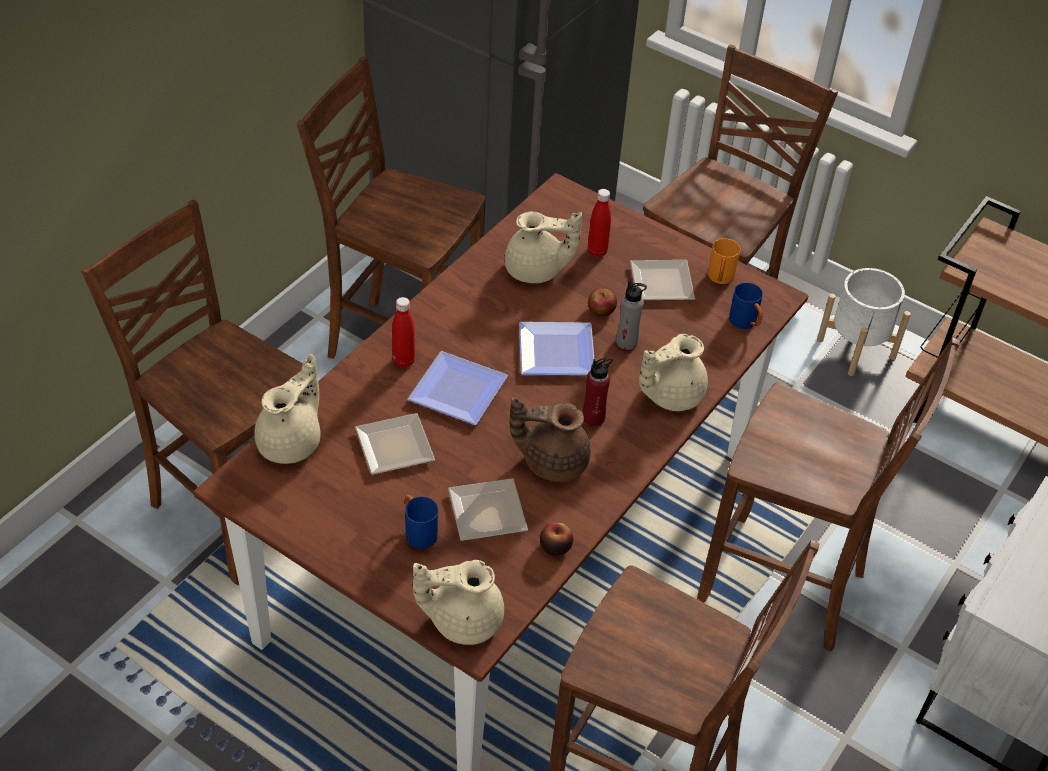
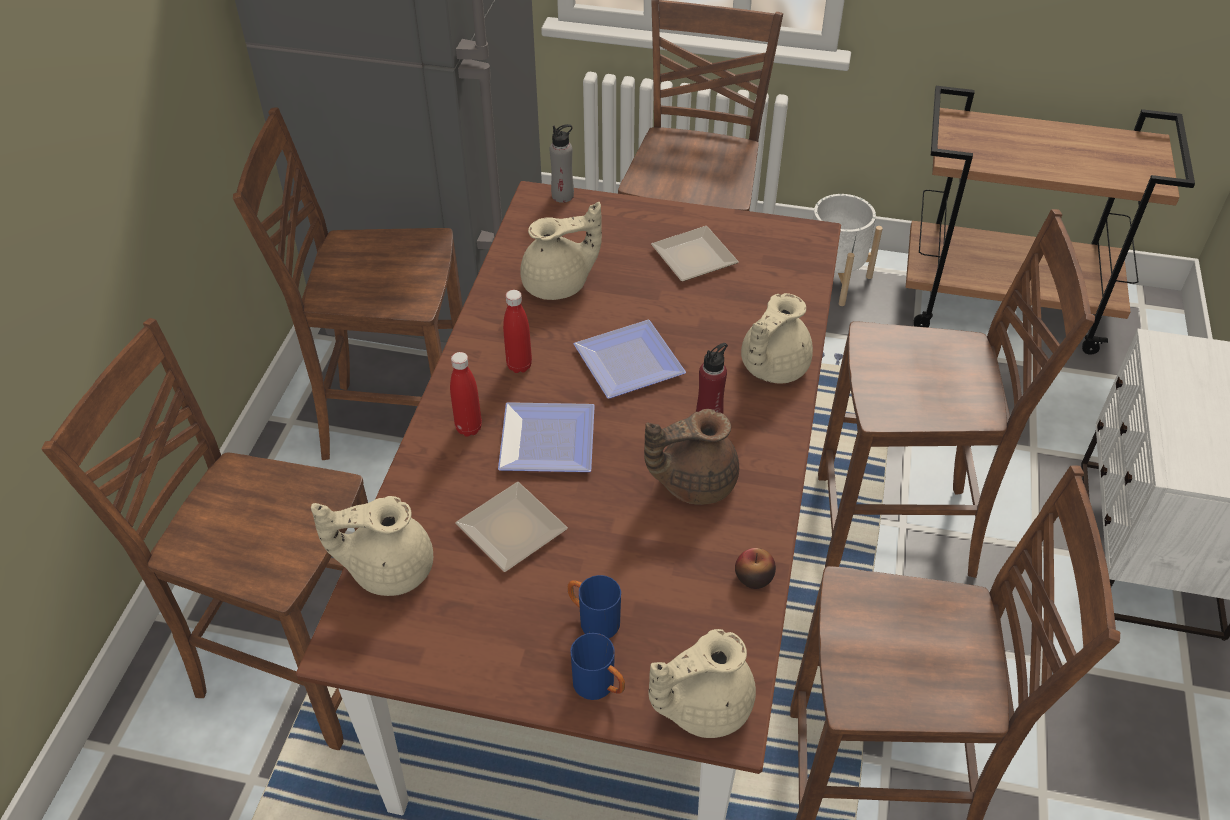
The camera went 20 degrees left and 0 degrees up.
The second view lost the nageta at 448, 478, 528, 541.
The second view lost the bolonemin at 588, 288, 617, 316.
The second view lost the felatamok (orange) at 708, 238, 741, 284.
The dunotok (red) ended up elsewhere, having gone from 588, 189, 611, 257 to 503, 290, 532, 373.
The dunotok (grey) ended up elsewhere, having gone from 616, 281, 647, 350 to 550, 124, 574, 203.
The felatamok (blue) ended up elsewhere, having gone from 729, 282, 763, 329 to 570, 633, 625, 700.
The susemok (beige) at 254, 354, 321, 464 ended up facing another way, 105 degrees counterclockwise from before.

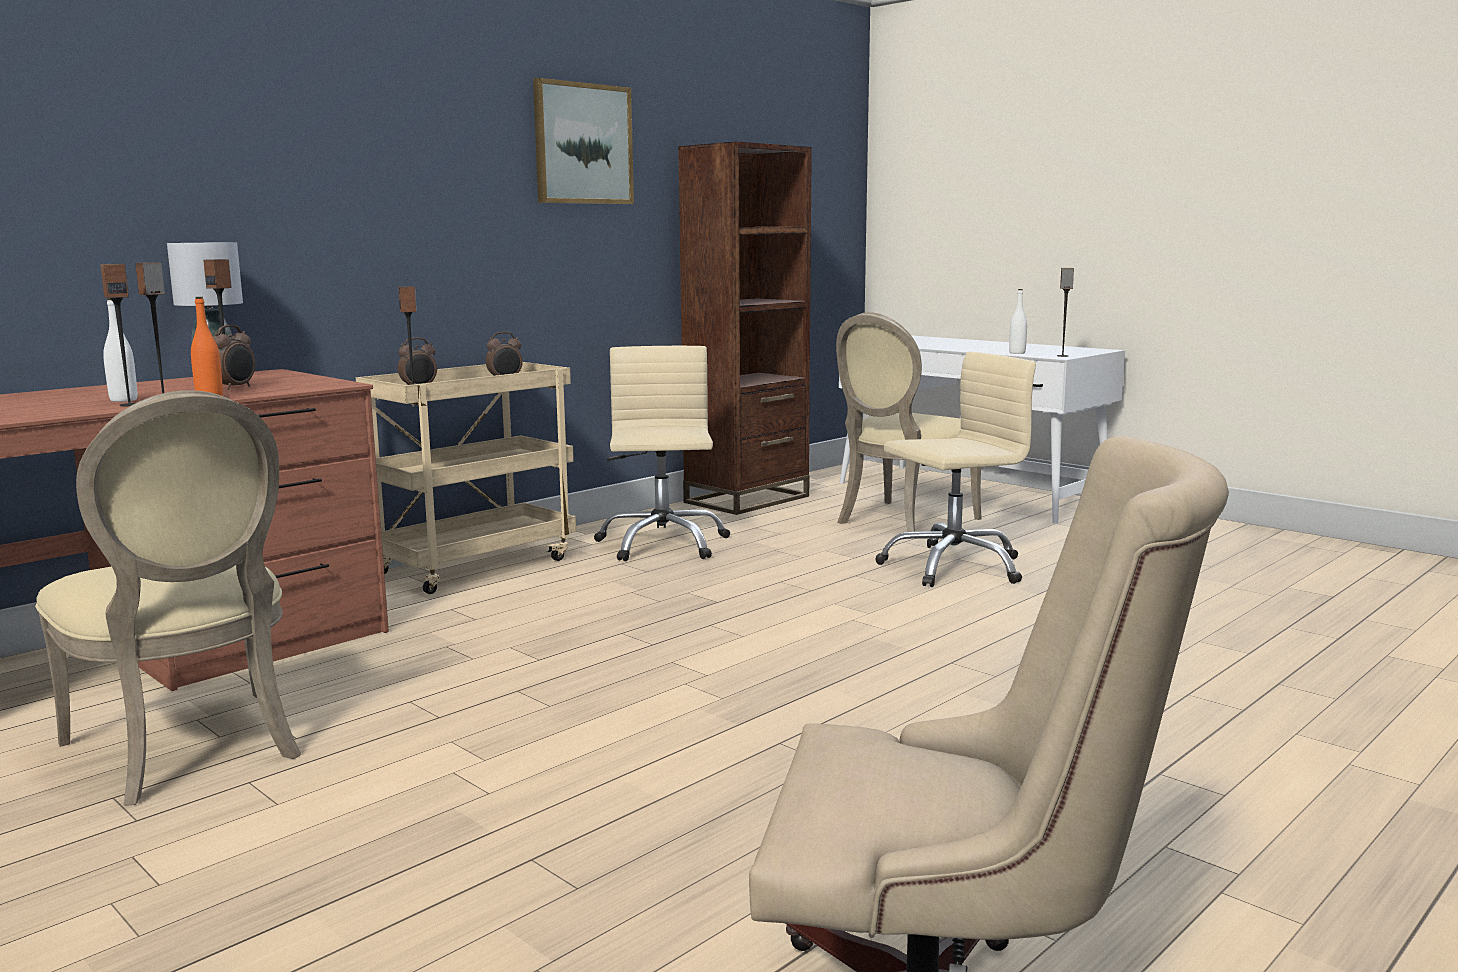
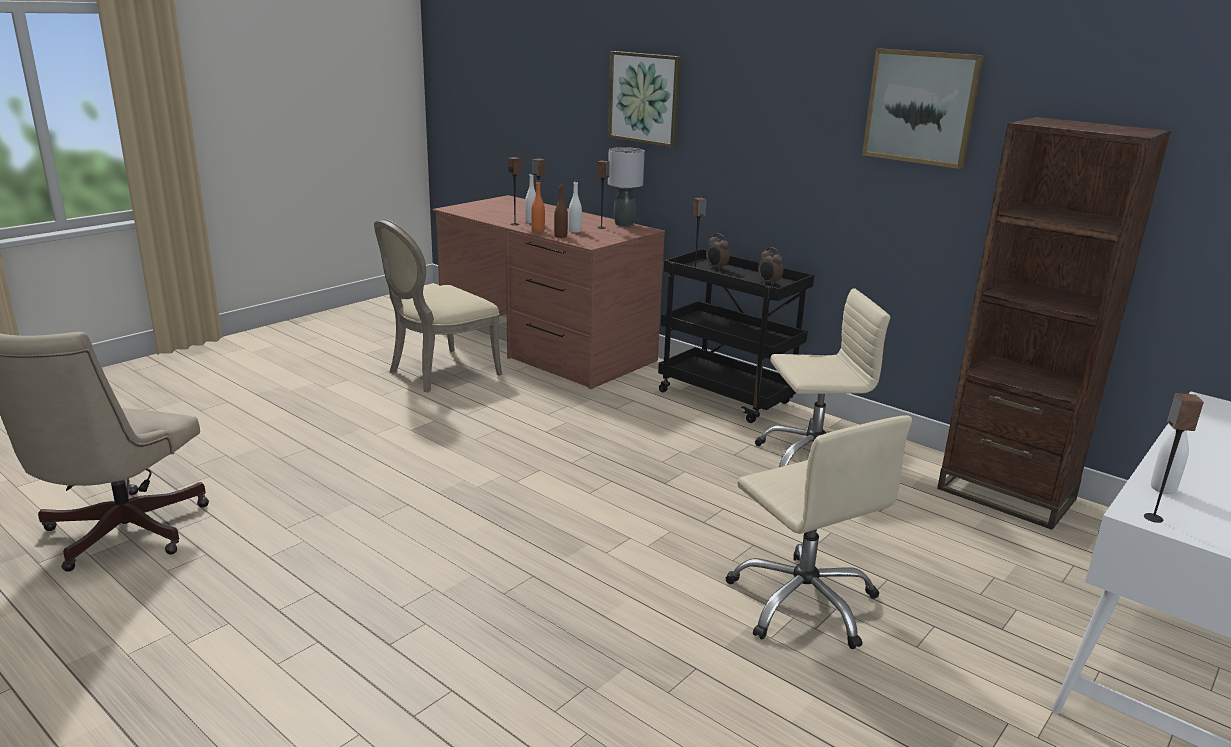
The camera went 85 degrees right and 10 degrees up.
The second view lost the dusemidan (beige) at 836, 312, 982, 532.
The second view gained the dunotok (brown) at 554, 185, 568, 238.
The second view gained the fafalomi at 608, 51, 681, 148.
Where the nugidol stood at 213, 325, 255, 390, the dunotok (white) came to stand at 569, 181, 582, 233.
What was the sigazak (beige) at 356, 362, 576, 594 turned into the sigazak (black) at 658, 249, 814, 423.

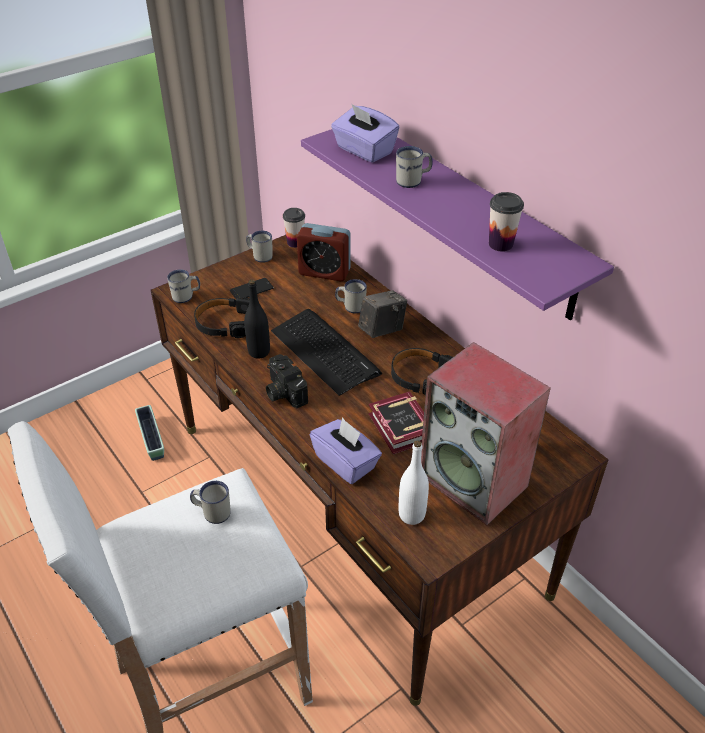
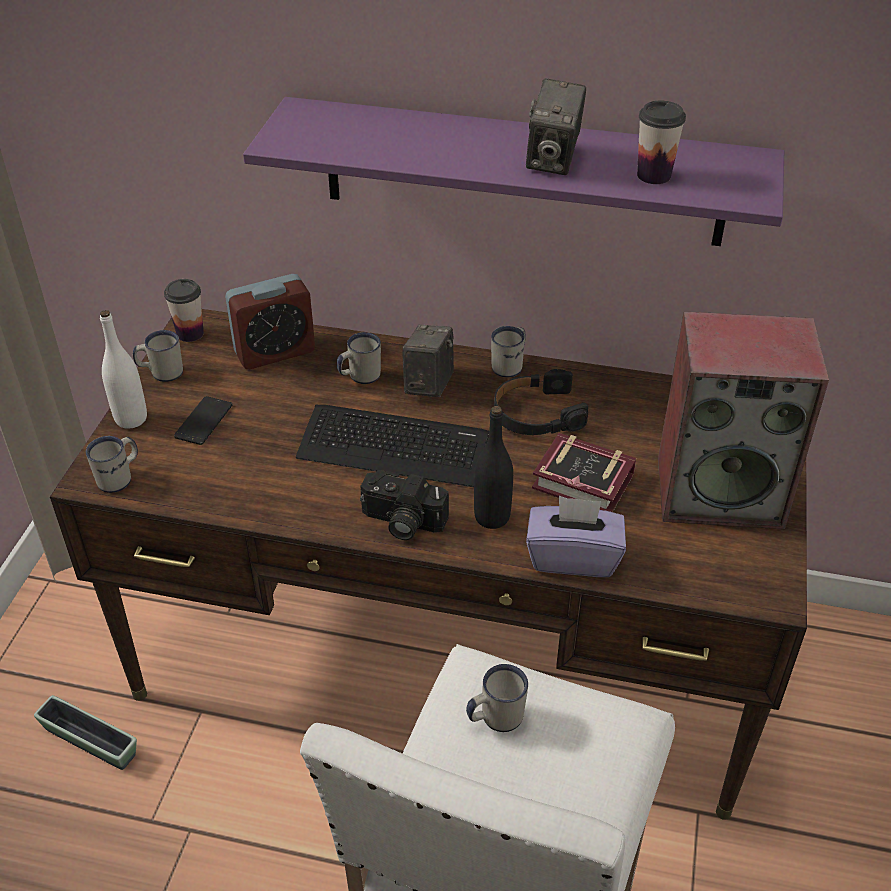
The camera went 40 degrees left and 0 degrees up.
The second view lost the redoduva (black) at 194, 297, 250, 338.
The second view lost the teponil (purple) at 331, 104, 400, 163.
The second view gained the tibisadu at 526, 78, 586, 175.
The dunotok (black) ended up elsewhere, having gone from 244, 279, 270, 359 to 474, 406, 513, 529.
The felatamok (white) ended up elsewhere, having gone from 396, 146, 433, 188 to 491, 326, 526, 377.
The dunotok (white) ended up elsewhere, having gone from 399, 440, 429, 525 to 100, 310, 147, 429.

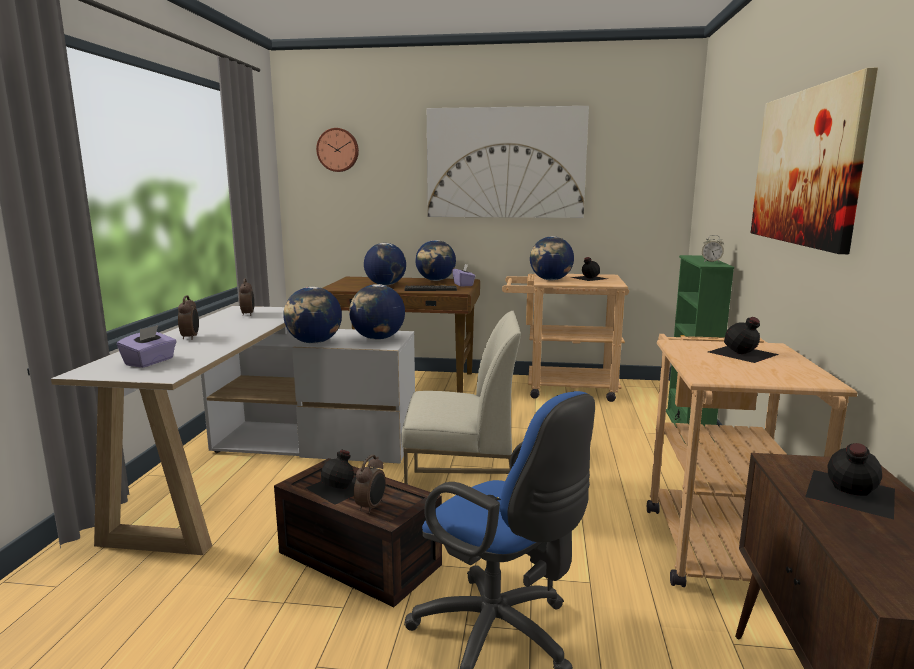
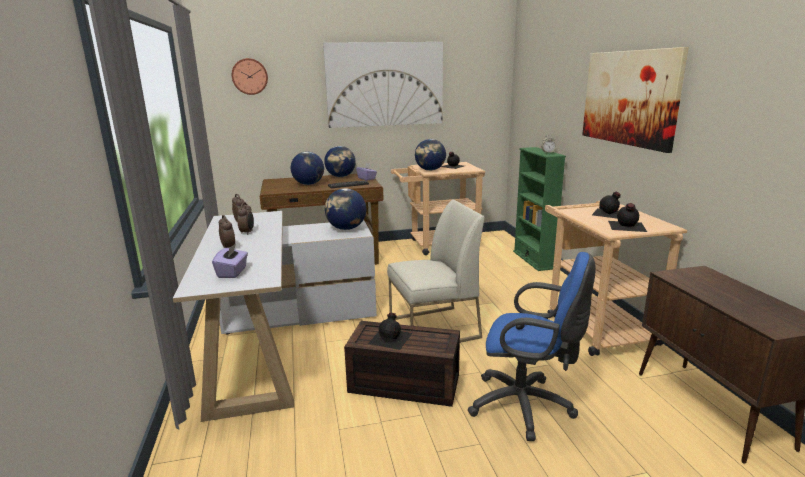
The camera went 20 degrees left and 5 degrees up.
The second view lost the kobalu at 283, 287, 342, 344.
The nugidol ended up elsewhere, having gone from 354, 455, 386, 514 to 237, 202, 254, 235.
The dunotok (black) ended up elsewhere, having gone from 805, 443, 895, 519 to 608, 203, 647, 232.

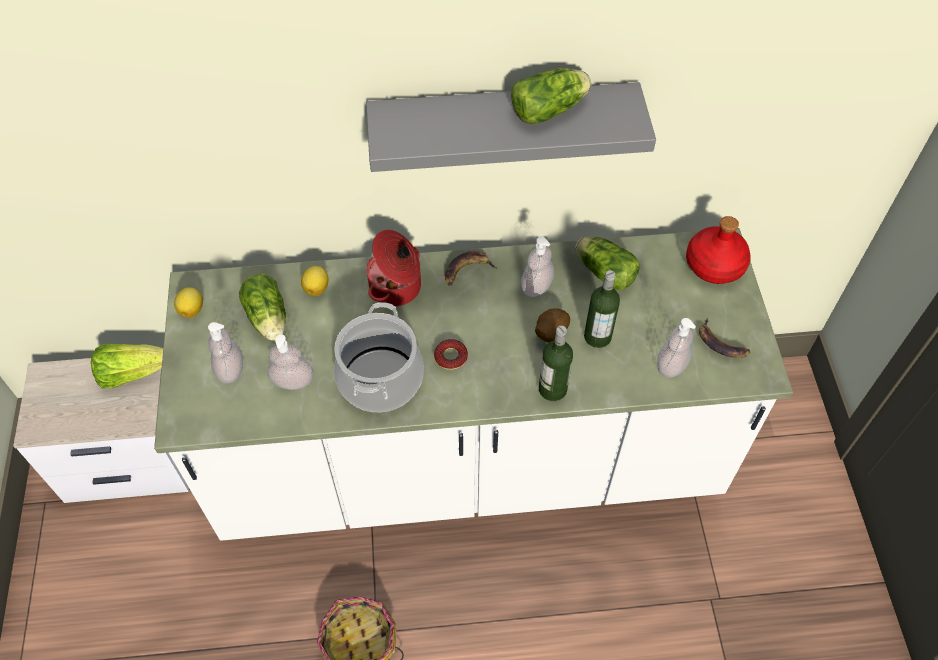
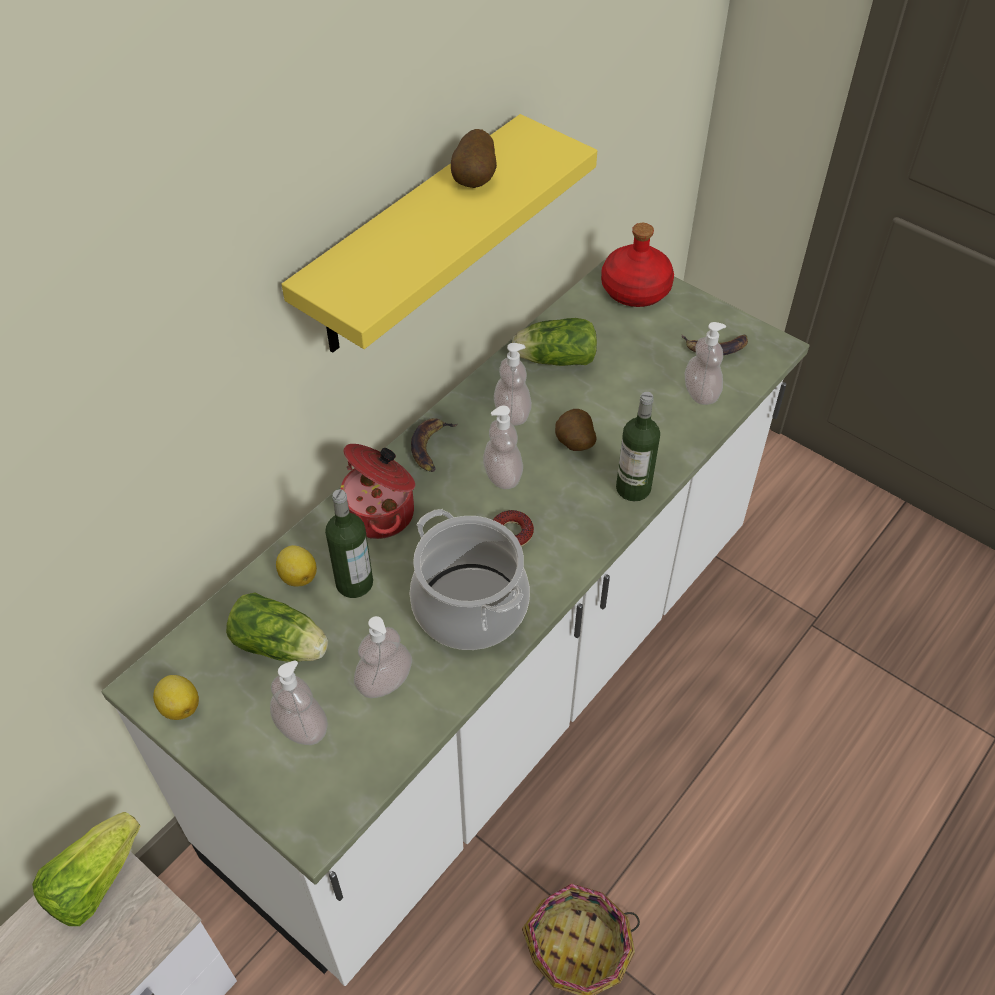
The camera went 45 degrees left and 5 degrees down.
The second view gained the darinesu at 483, 405, 523, 489.
The dunotok ended up elsewhere, having gone from 584, 270, 620, 348 to 325, 489, 373, 598.
Where the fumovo stood at 511, 68, 591, 124, the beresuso came to stand at 451, 129, 497, 188.
What was the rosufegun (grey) at 366, 82, 656, 172 turned into the rosufegun (yellow) at 281, 114, 597, 353.

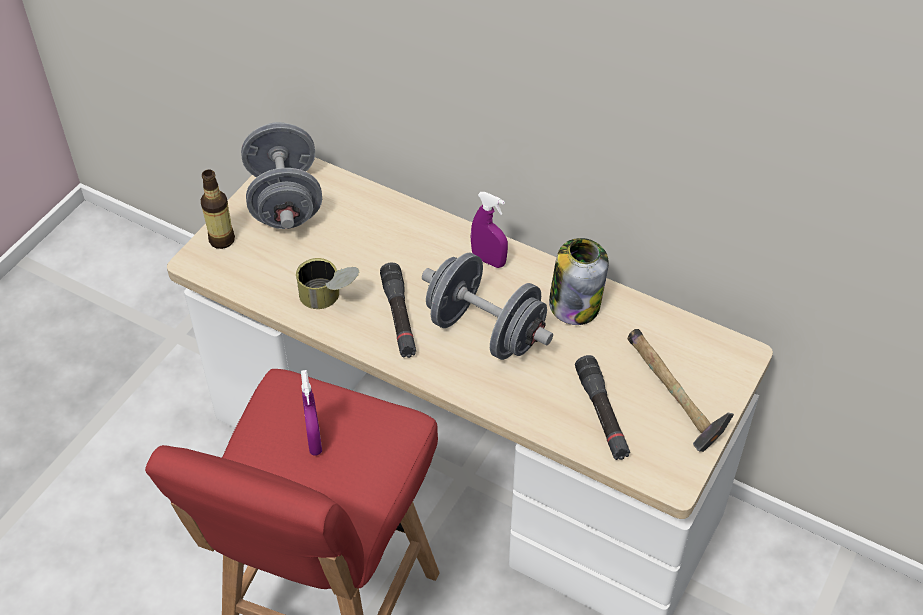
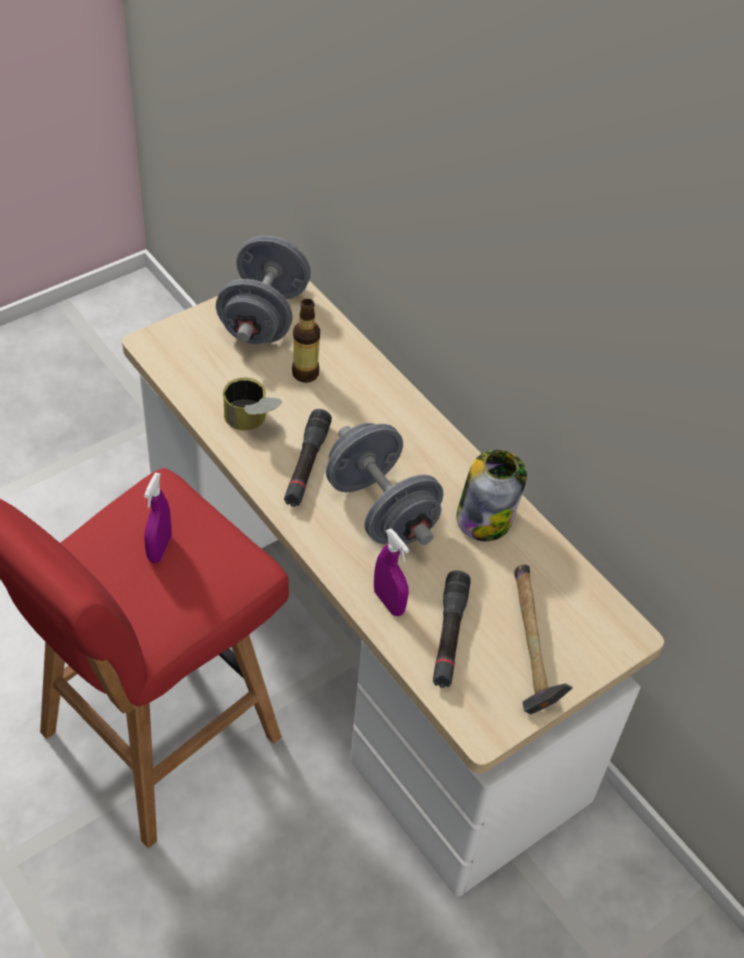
The camera went 20 degrees right and 0 degrees up.
The dunotok ended up elsewhere, having gone from 201, 170, 235, 249 to 292, 299, 320, 383.
The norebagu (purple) ended up elsewhere, having gone from 471, 192, 508, 268 to 374, 528, 409, 616.

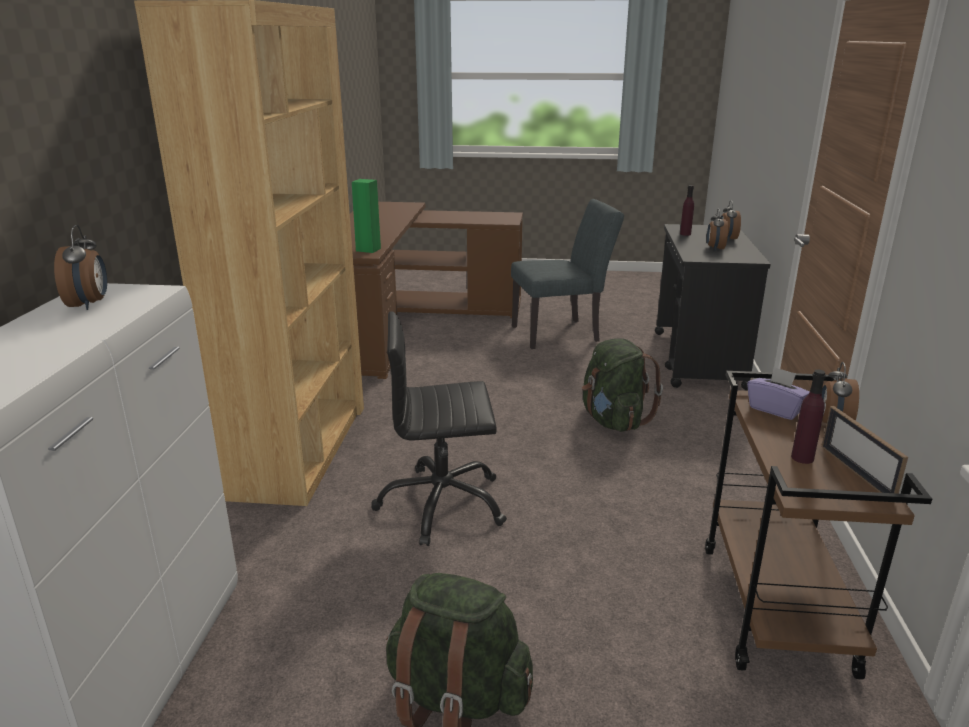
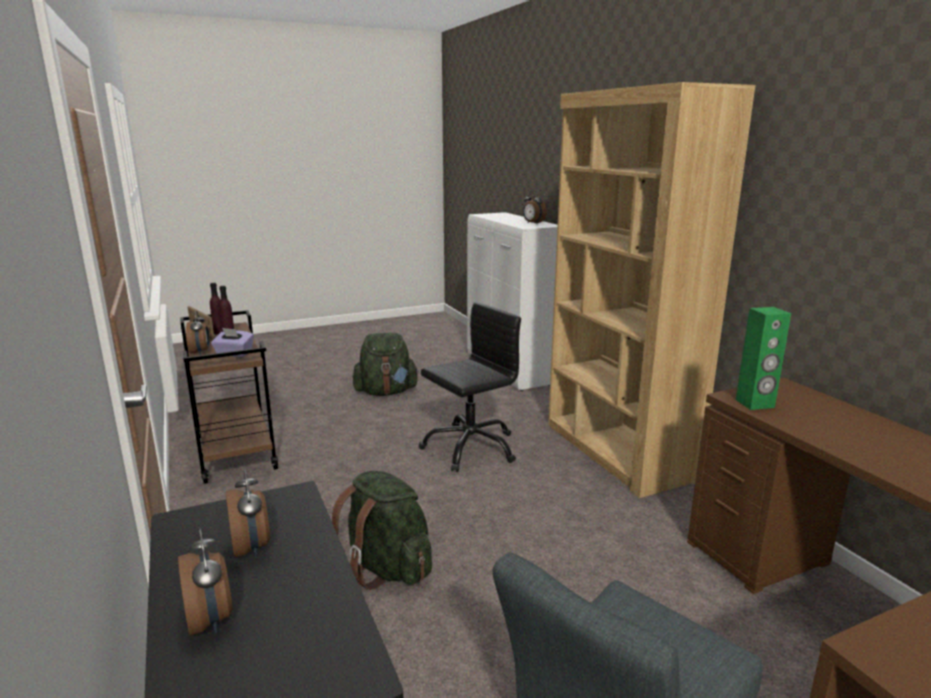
The camera went 150 degrees right and 5 degrees down.
The dunotok (purple) ended up elsewhere, having gone from 680, 185, 694, 236 to 210, 283, 222, 335.

